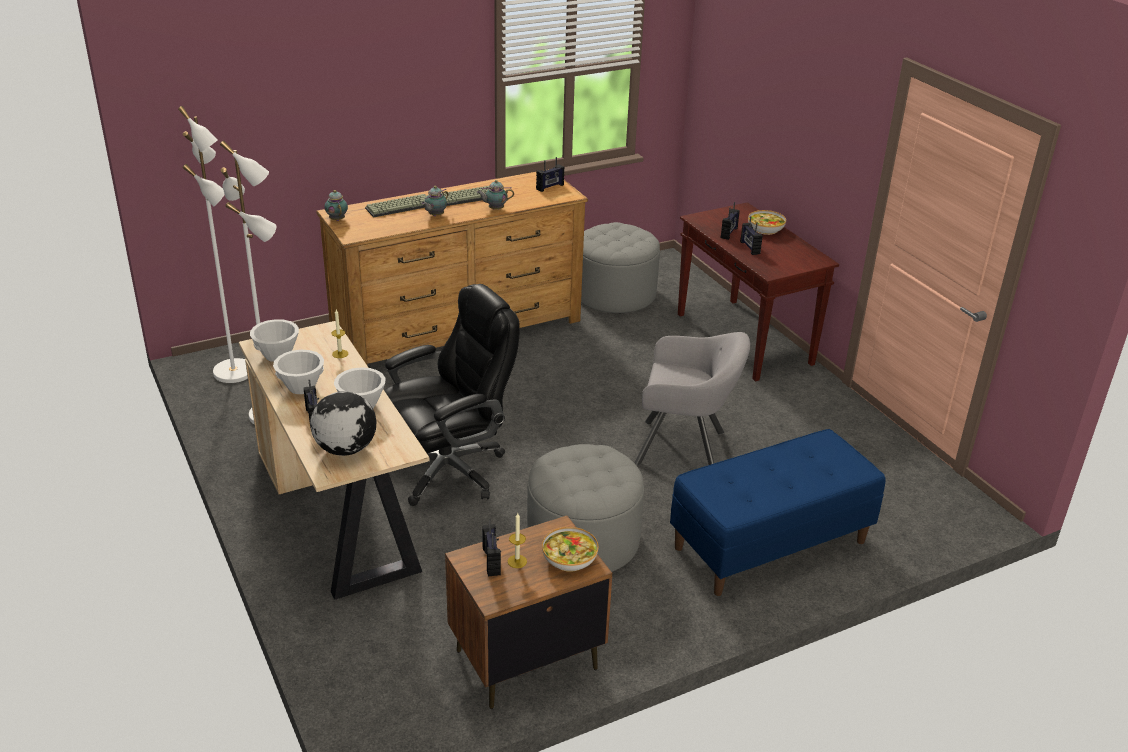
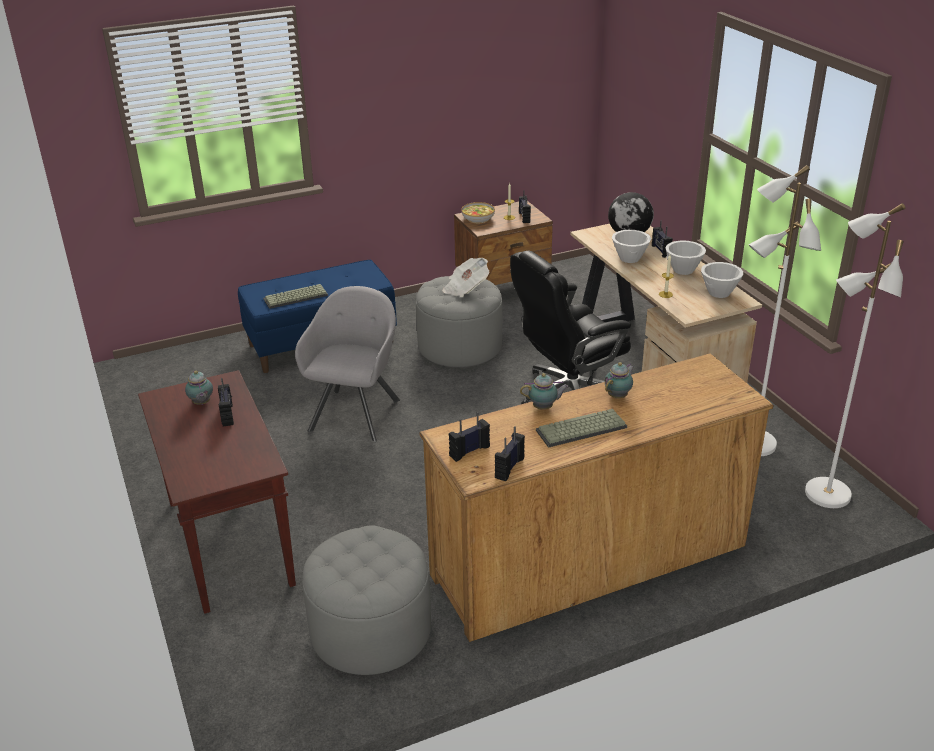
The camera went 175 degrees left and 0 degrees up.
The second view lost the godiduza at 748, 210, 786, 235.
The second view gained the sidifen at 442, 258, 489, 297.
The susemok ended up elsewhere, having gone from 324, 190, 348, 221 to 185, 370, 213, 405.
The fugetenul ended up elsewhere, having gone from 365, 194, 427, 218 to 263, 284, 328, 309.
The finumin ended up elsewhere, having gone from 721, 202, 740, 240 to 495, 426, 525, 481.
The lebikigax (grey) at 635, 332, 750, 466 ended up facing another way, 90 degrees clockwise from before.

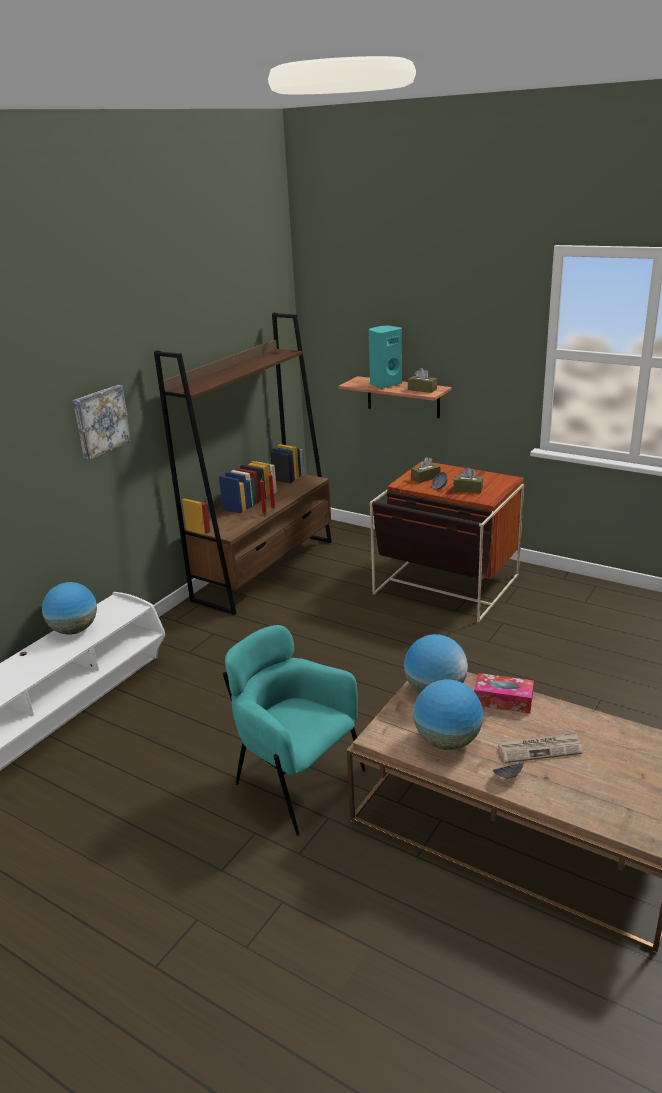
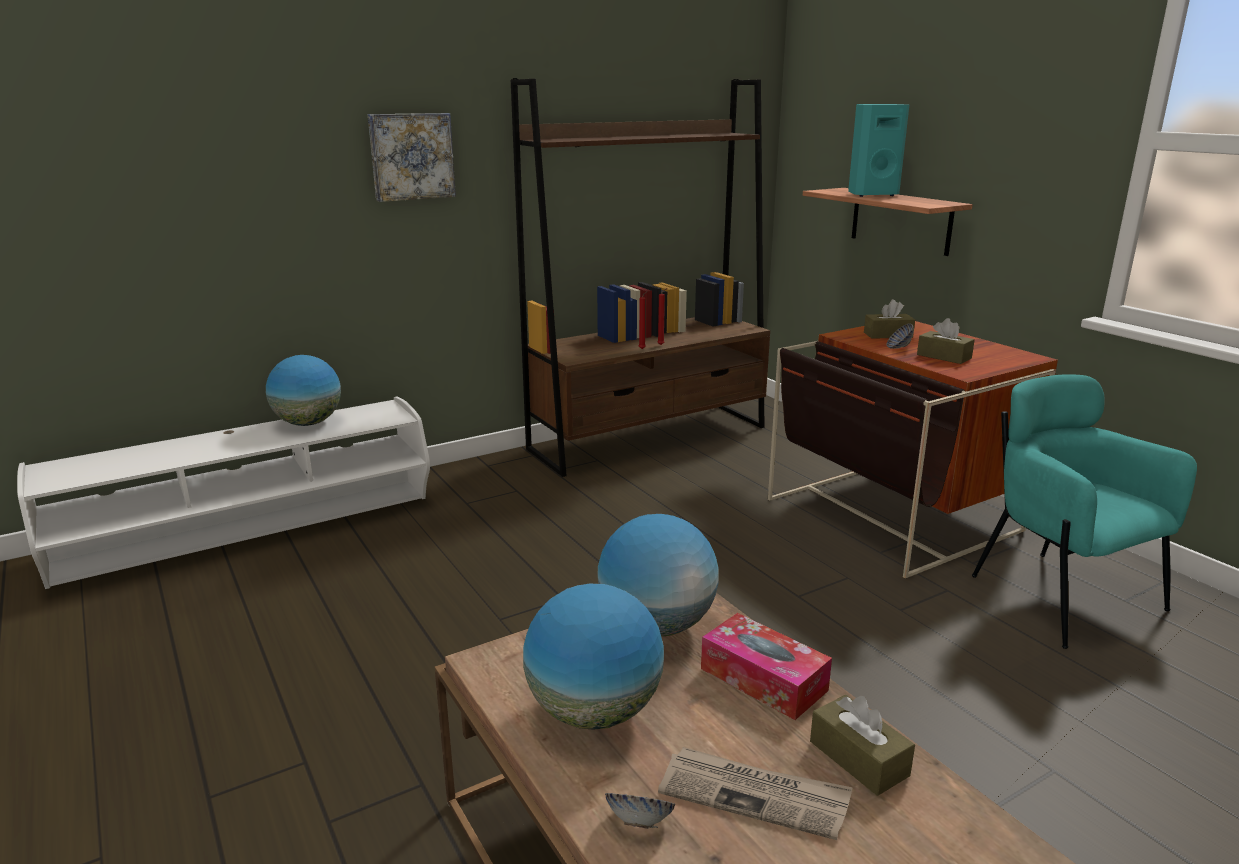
The camera went 25 degrees right and 5 degrees down.
The lebikigax (turquoise) ended up elsewhere, having gone from 222, 625, 366, 836 to 972, 374, 1197, 649.
The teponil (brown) ended up elsewhere, having gone from 408, 368, 437, 393 to 810, 695, 915, 796.

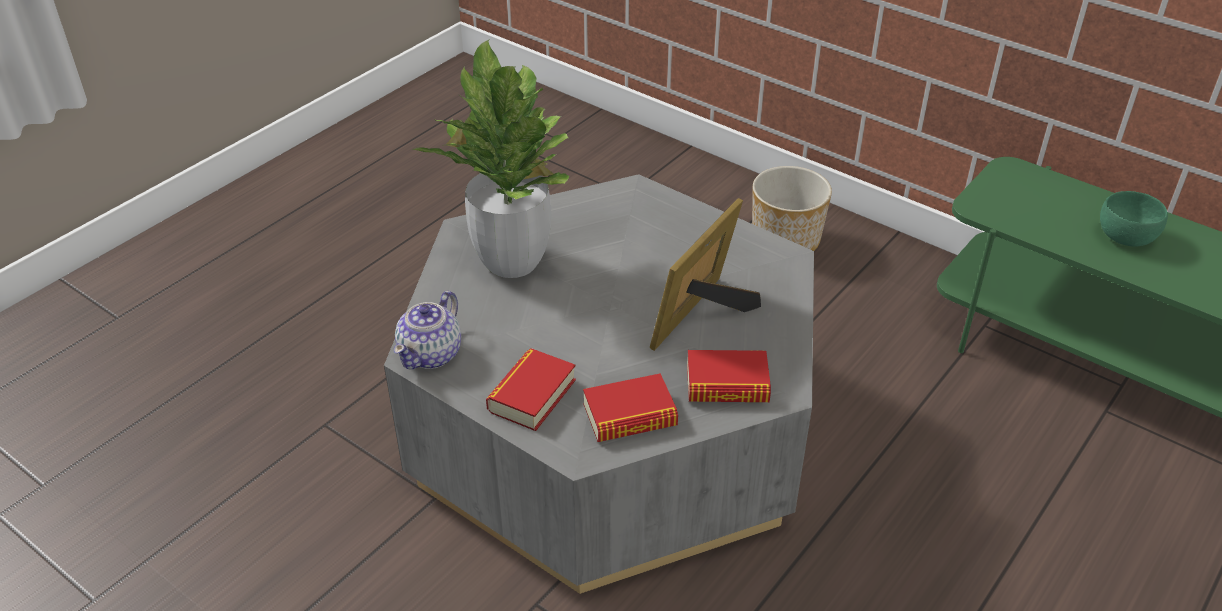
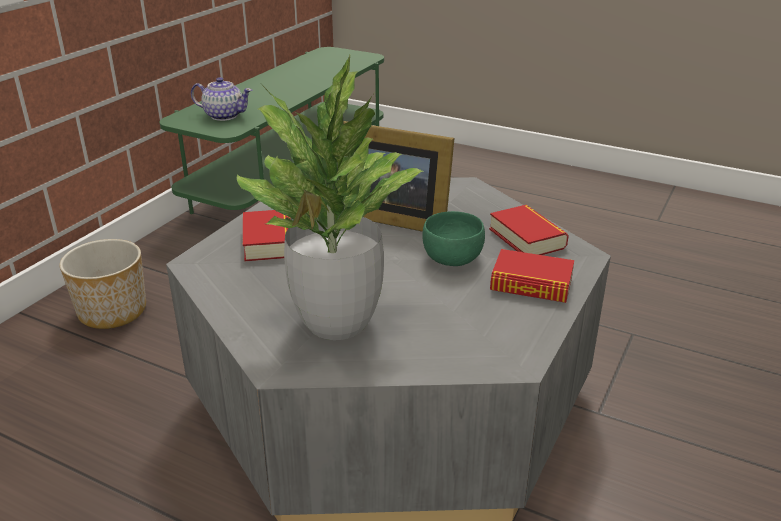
The camera went 100 degrees left and 10 degrees down.
The susemok ended up elsewhere, having gone from 394, 291, 461, 369 to 191, 77, 252, 121.
The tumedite ended up elsewhere, having gone from 687, 350, 771, 402 to 243, 210, 290, 261.
The godiduza (green) ended up elsewhere, having gone from 1100, 191, 1168, 247 to 422, 211, 485, 266.

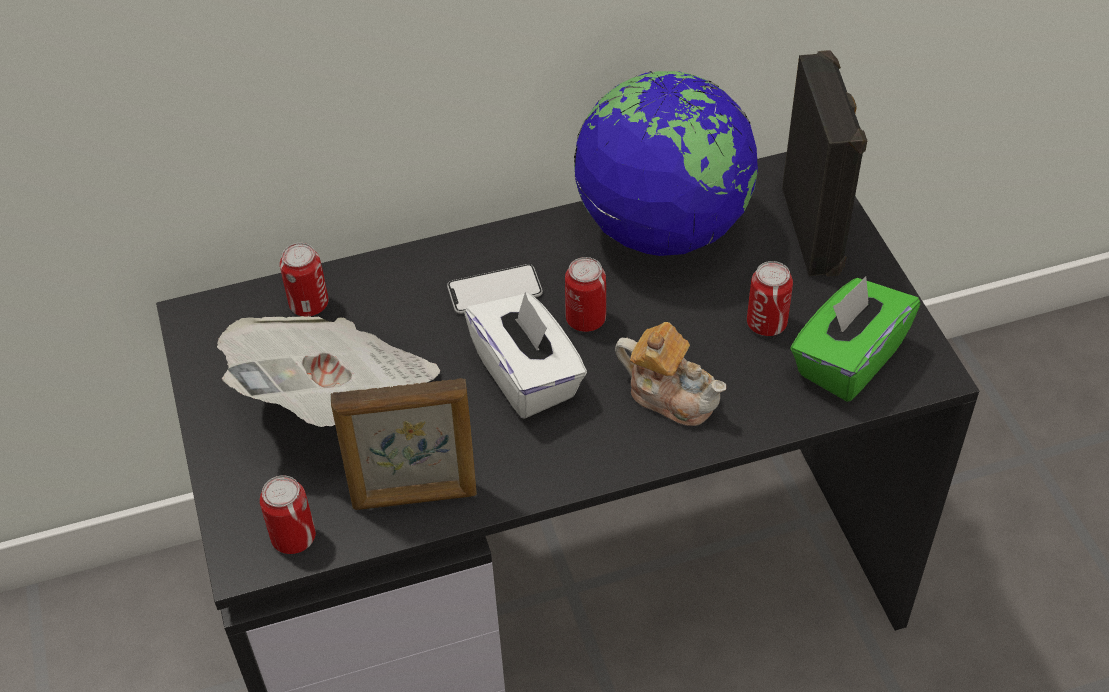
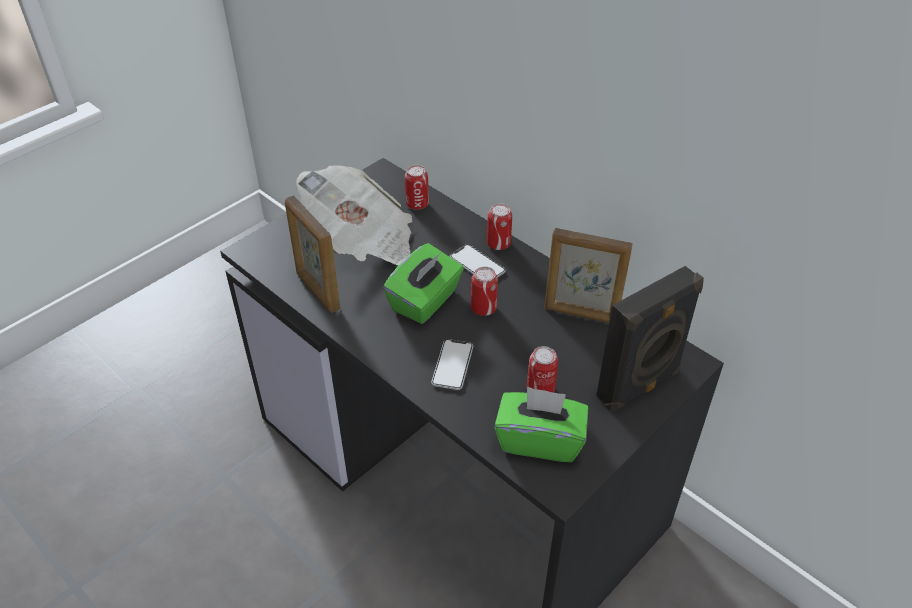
The camera went 60 degrees right and 5 degrees down.
The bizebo ended up elsewhere, having gone from 260, 475, 316, 554 to 487, 203, 512, 250.
Where the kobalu stood at 574, 71, 758, 256, the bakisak came to stand at 544, 228, 633, 323.
Where the susemok stood at 615, 322, 726, 426, the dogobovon came to stand at 431, 339, 473, 390.
What was the teponil (white) at 464, 292, 587, 419 turned into the teponil (green) at 383, 243, 464, 324.

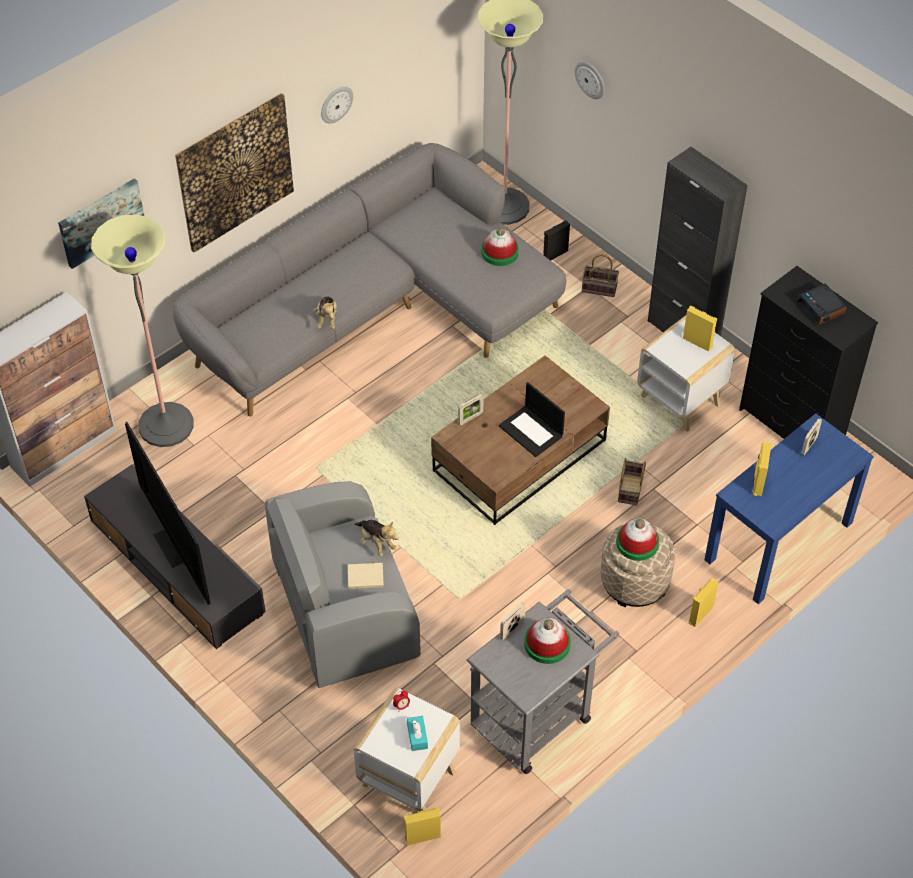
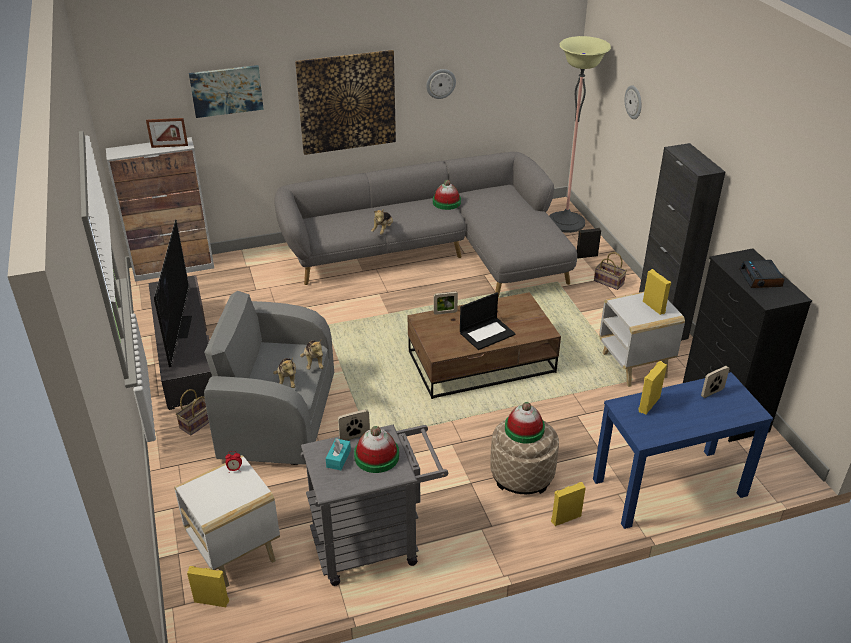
The camera went 25 degrees right and 15 degrees down.
The second view lost the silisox at 91, 214, 194, 447.
The second view gained the bakisak at 146, 118, 188, 148.
The teponil (turquoise) ended up elsewhere, having gone from 407, 716, 428, 751 to 326, 439, 351, 470.
The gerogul ended up elsewhere, having gone from 481, 227, 519, 266 to 433, 180, 461, 210.
The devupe ended up elsewhere, having gone from 618, 458, 646, 506 to 176, 389, 209, 435.
Where the tumedite (beige) stood at 348, 563, 384, 589, the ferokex came to stand at 273, 358, 296, 388.
The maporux at 499, 382, 565, 457 ended up facing another way, 105 degrees counterclockwise from before.

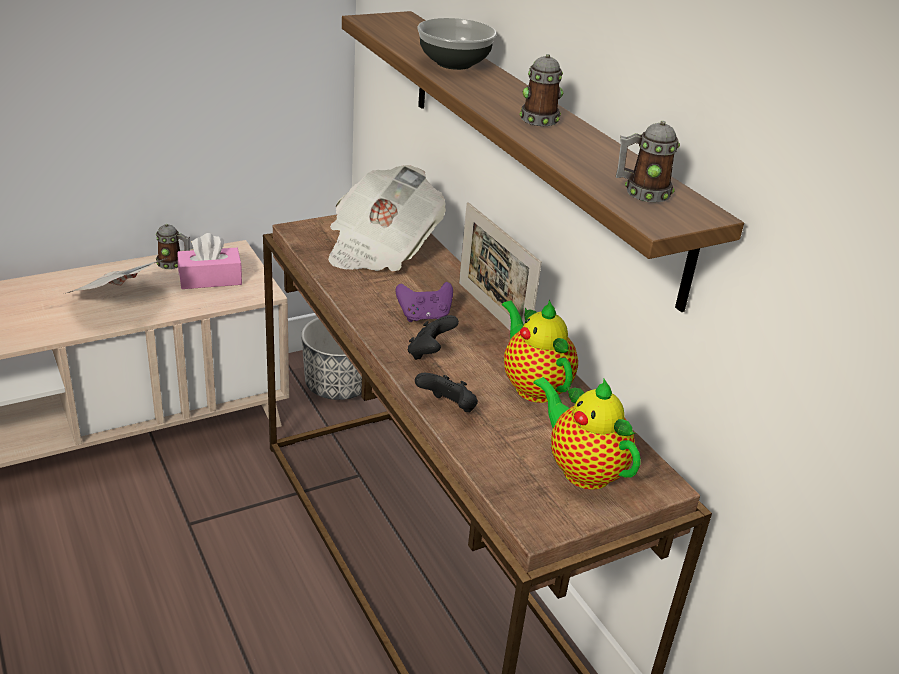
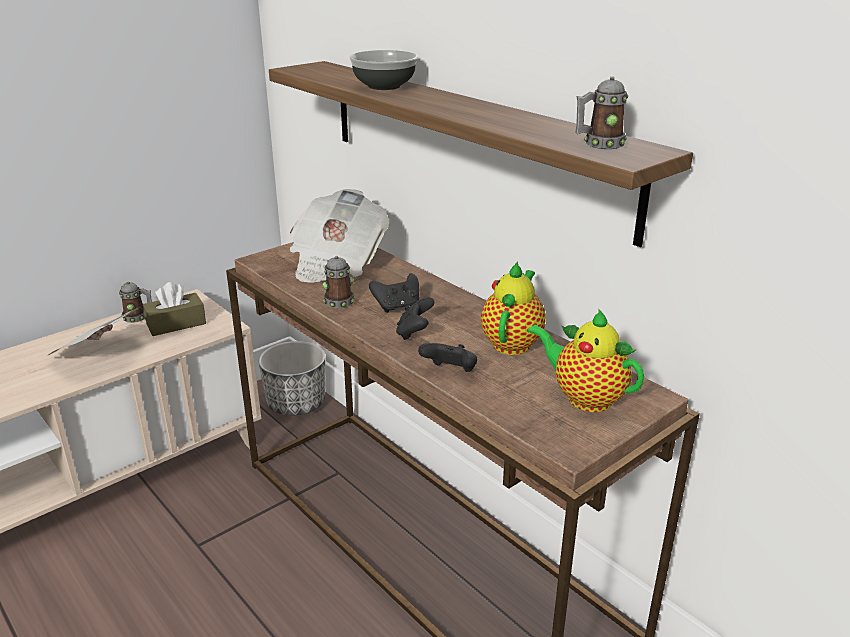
The camera went 10 degrees left and 5 degrees down.
The second view lost the bakisak at 459, 202, 542, 330.
The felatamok ended up elsewhere, having gone from 520, 54, 563, 126 to 322, 256, 354, 308.
What was the teponil (pink) at 178, 233, 242, 289 turned into the teponil (brown) at 143, 282, 206, 336.
What was the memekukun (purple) at 396, 282, 453, 322 turned into the memekukun (black) at 369, 273, 419, 313.
The susemok at 502, 300, 578, 403 ended up facing another way, 60 degrees clockwise from before.

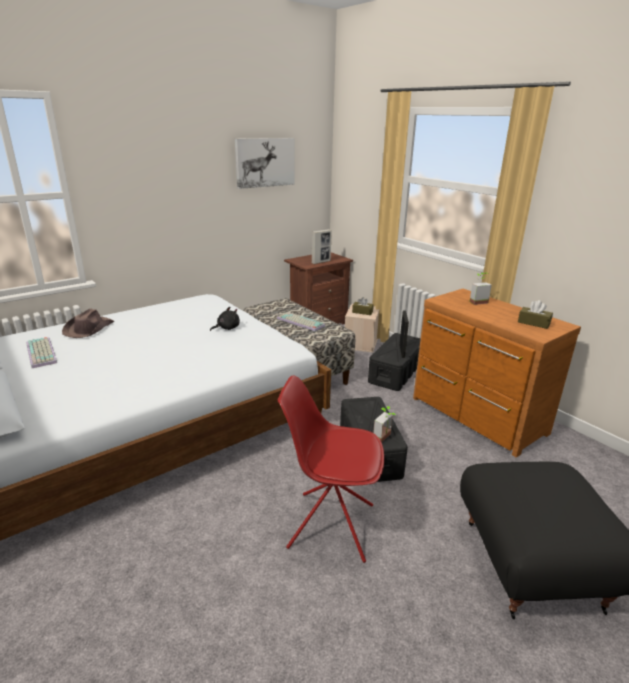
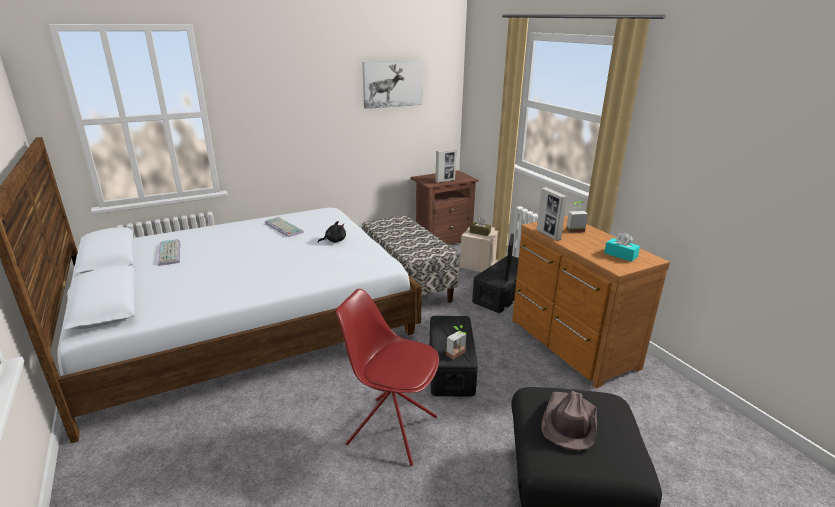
The camera went 10 degrees right and 0 degrees up.
The second view gained the bakisak at 537, 187, 568, 241.
The gerogul (brown) ended up elsewhere, having gone from 62, 309, 114, 338 to 542, 391, 597, 450.
The fugetenul ended up elsewhere, having gone from 277, 312, 325, 331 to 265, 217, 304, 237.
What was the teponil (brown) at 518, 300, 553, 329 turned into the teponil (turquoise) at 604, 232, 640, 262.

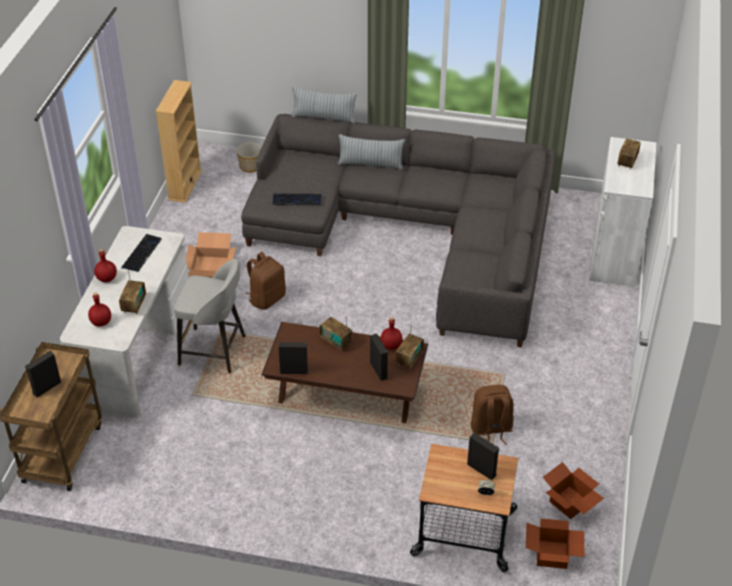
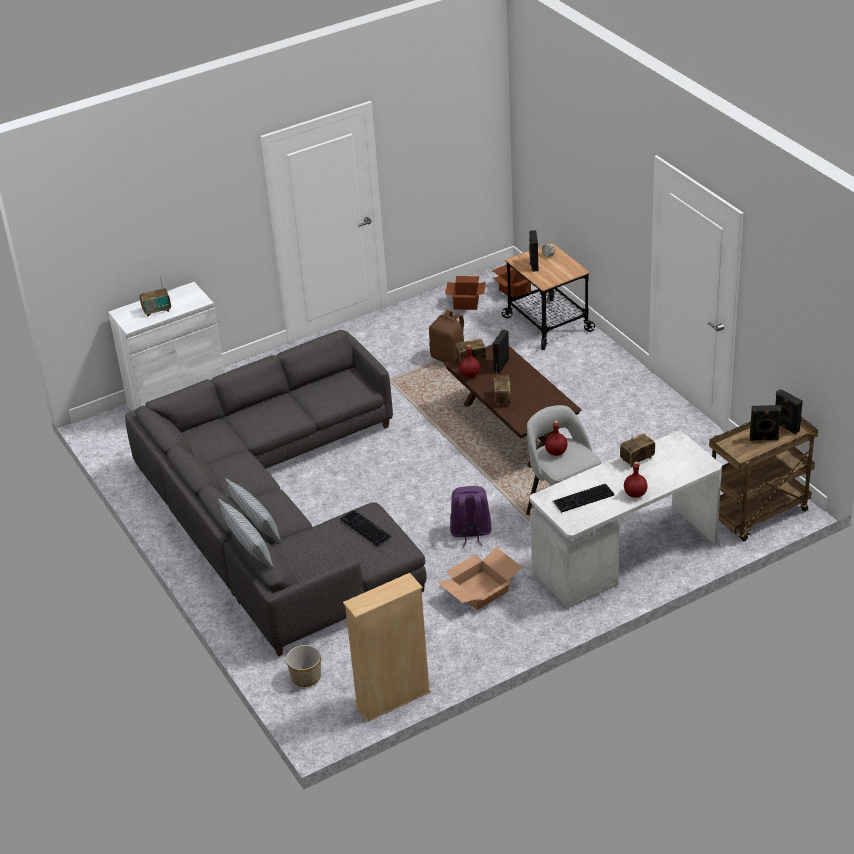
The camera went 130 degrees left and 5 degrees down.
The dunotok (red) ended up elsewhere, having gone from 88, 293, 111, 327 to 545, 421, 568, 456.
The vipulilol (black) ended up elsewhere, having gone from 278, 342, 308, 374 to 775, 389, 803, 435.
What was the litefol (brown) at 246, 252, 286, 310 turned into the litefol (purple) at 450, 486, 492, 548.

